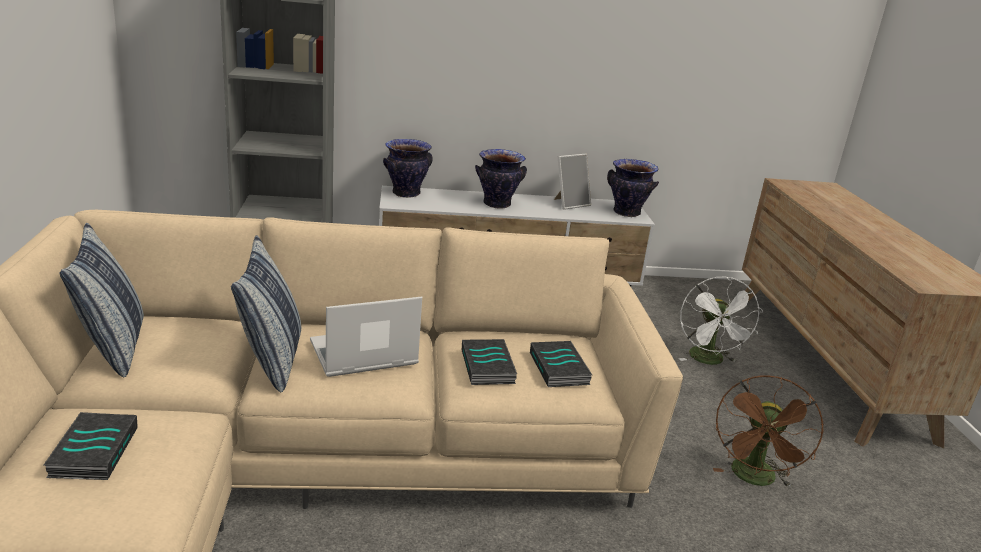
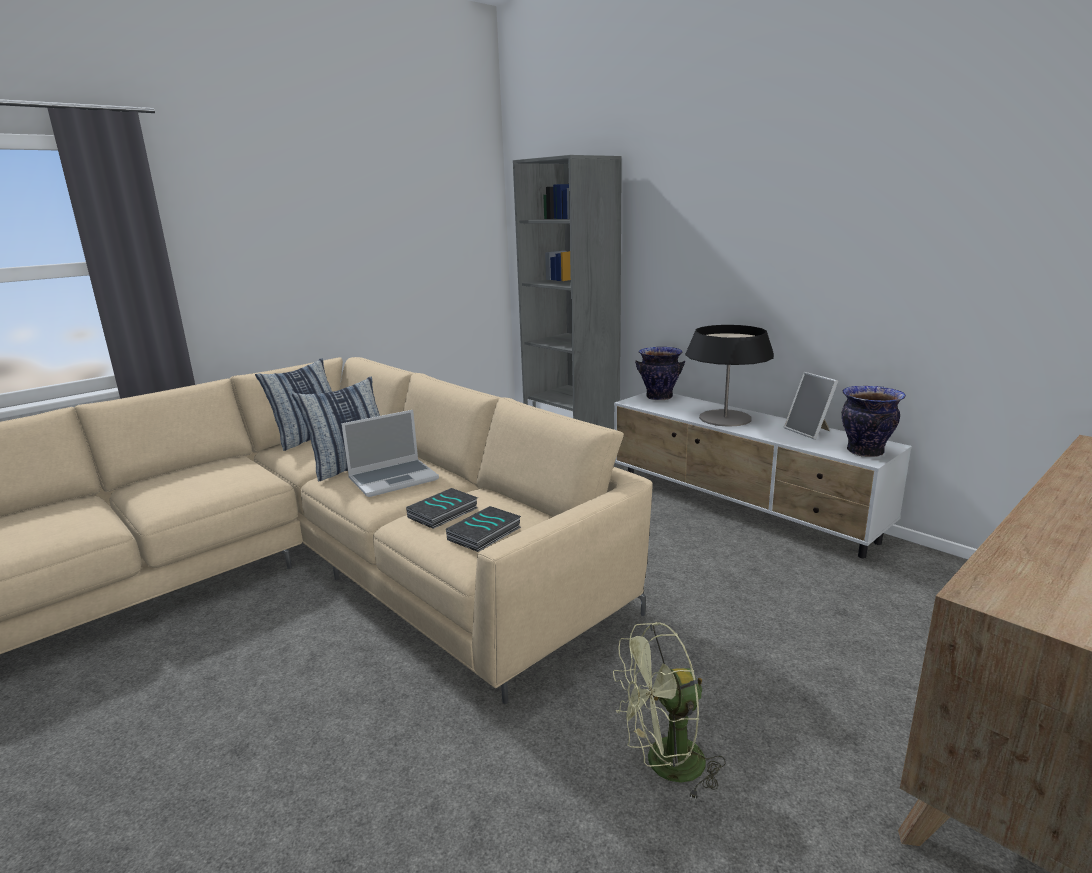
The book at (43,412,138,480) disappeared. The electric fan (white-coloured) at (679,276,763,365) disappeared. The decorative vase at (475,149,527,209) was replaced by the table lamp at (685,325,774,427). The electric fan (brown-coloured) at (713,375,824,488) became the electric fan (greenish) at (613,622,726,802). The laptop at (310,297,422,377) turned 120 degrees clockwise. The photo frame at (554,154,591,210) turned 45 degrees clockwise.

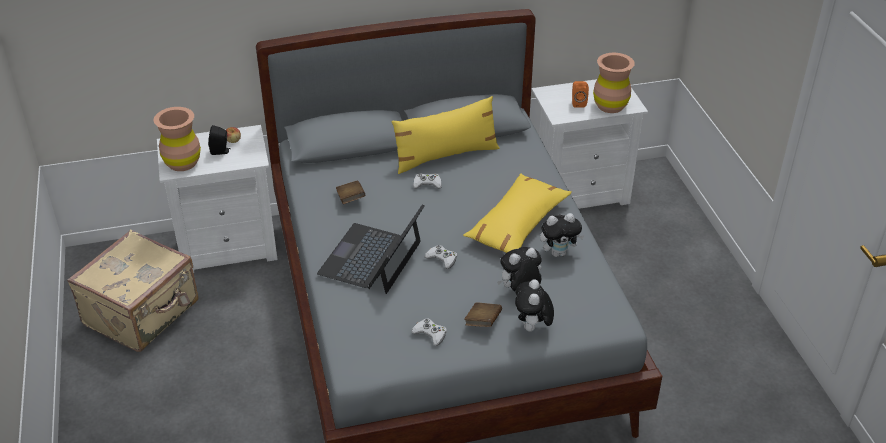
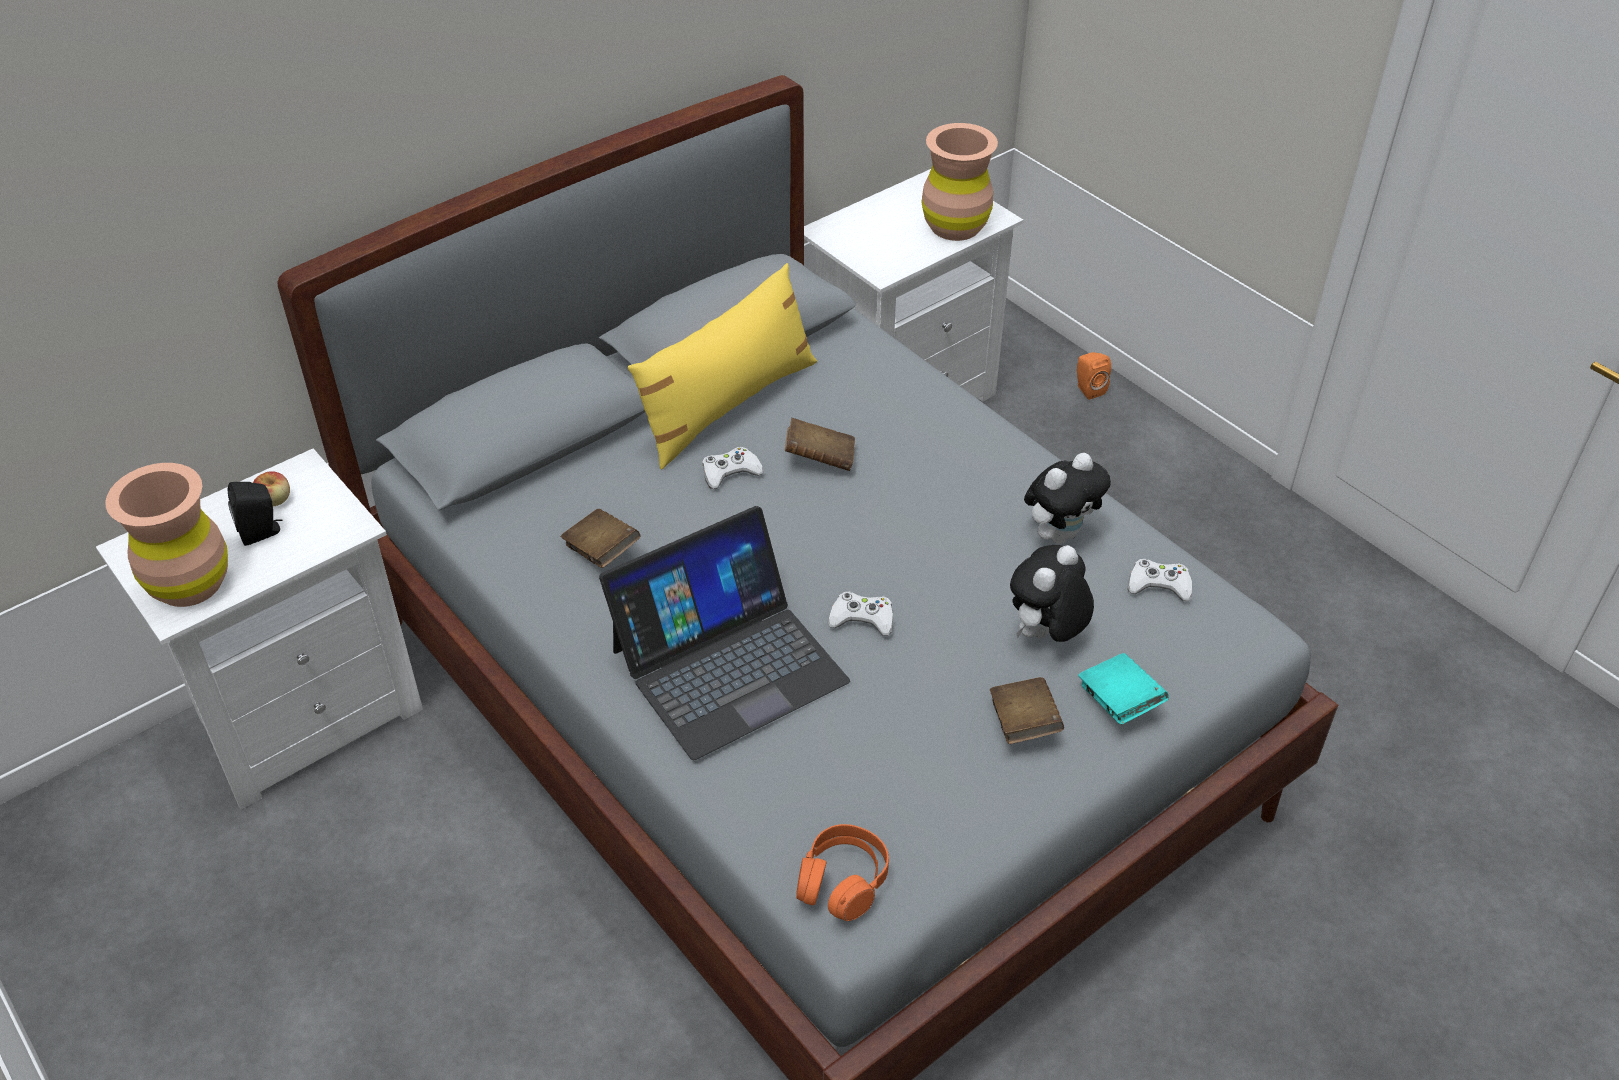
The suitcase (beige-coloured) at (67,230,199,352) disappeared. The throw pillow (yellowish) at (463,173,572,253) disappeared. The book (brown-coloured) at (785,418,855,471) appeared. The headphones (orangey) at (796,824,889,921) appeared. The game controller (white-coloured) moved from (412,318,447,346) to (1128,559,1192,601). The audio speaker (orangey) moved from (572,81,589,108) to (1077,352,1111,400). The plush toy at (515,279,554,332) was replaced by the book (turquoise-coloured) at (1078,653,1169,725). The laptop at (317,204,424,294) turned 120 degrees counterclockwise.

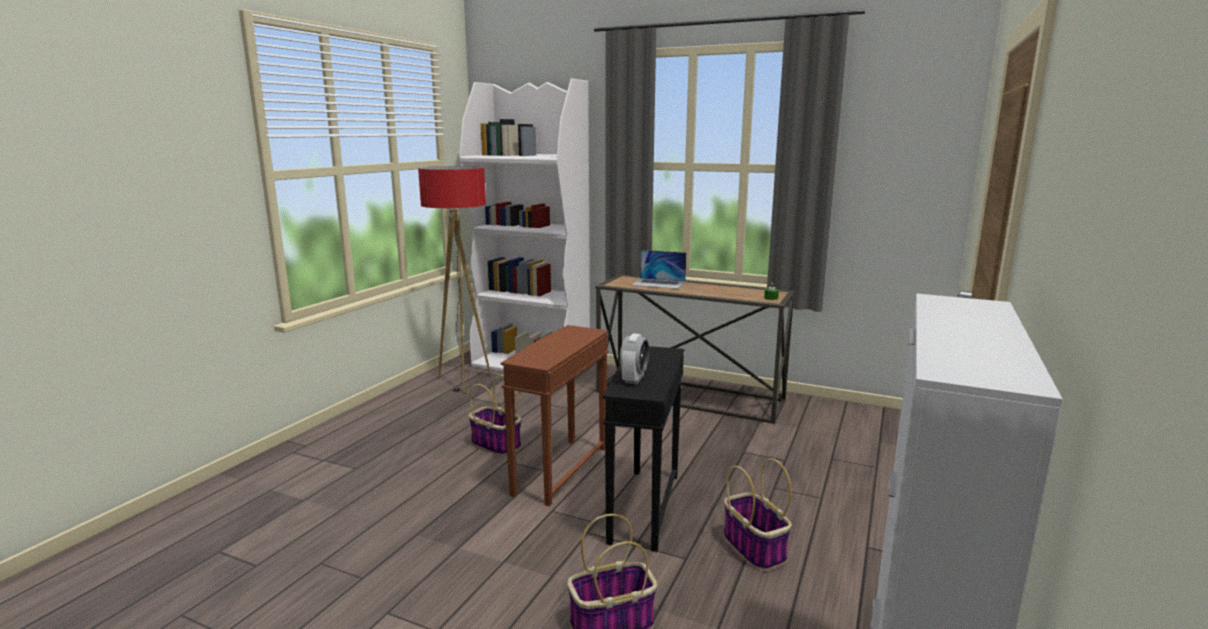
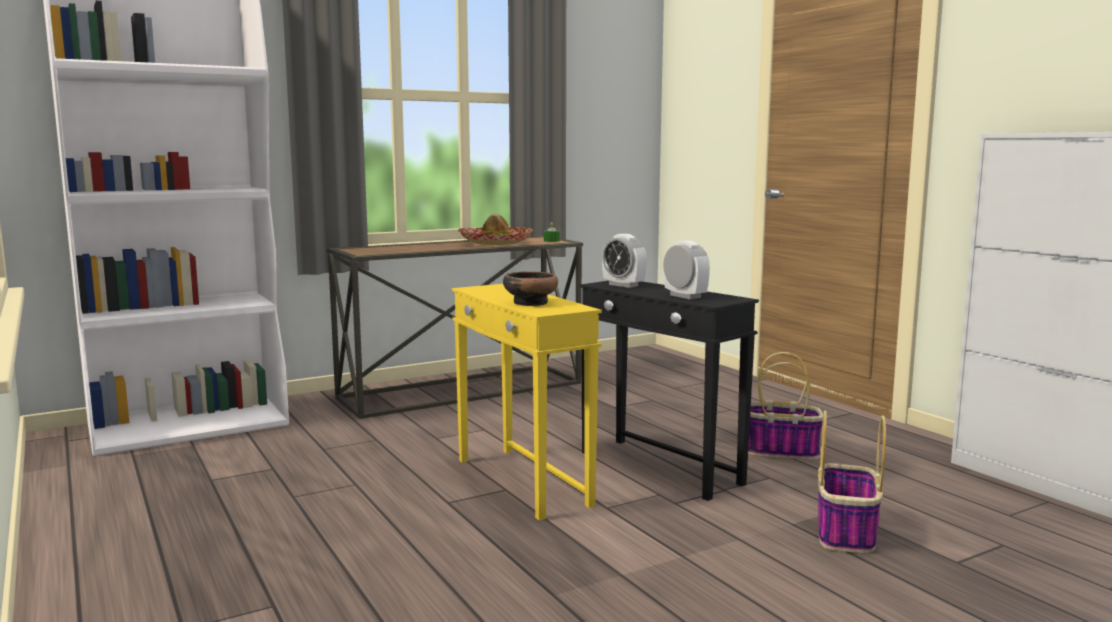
The standing lamp at (418,166,491,394) disappeared. The storage basket at (468,375,521,456) disappeared. The laptop at (632,250,686,289) disappeared. The wearable hat at (458,214,533,245) appeared. The bowl at (503,271,558,306) appeared. The bedside clock at (602,234,647,288) appeared. The side table (brown-coloured) at (501,325,609,506) became the side table (yellowish) at (452,284,602,520).

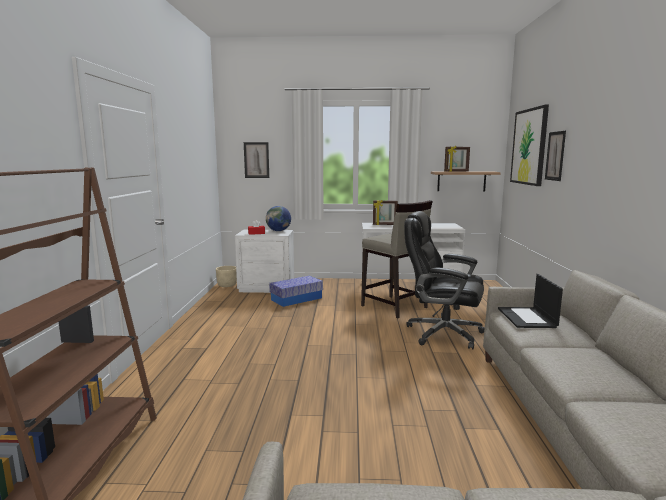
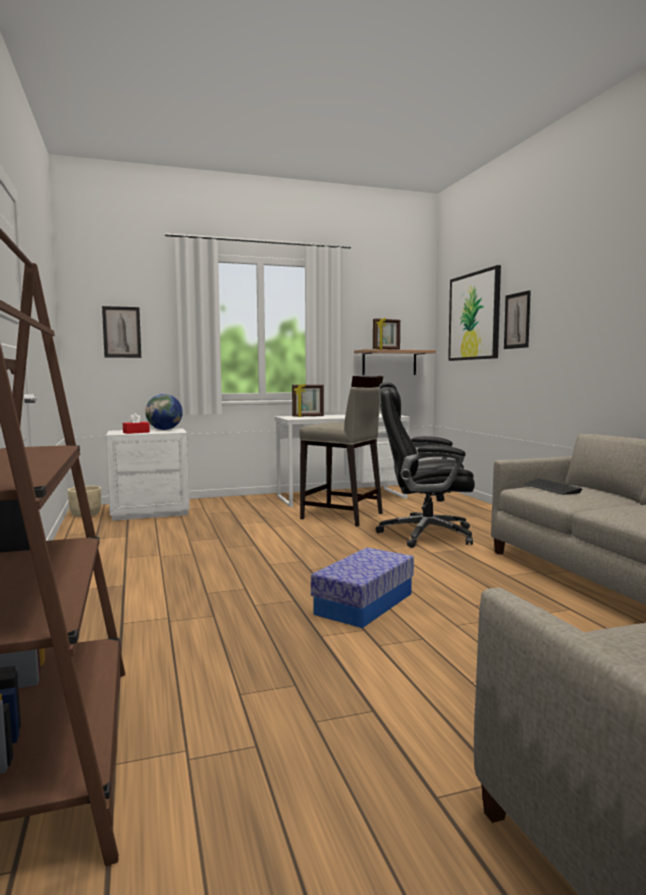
The storage container moved from (269,276,323,307) to (311,548,414,628). The laptop at (498,274,563,328) was replaced by the computer keyboard at (523,478,582,495).

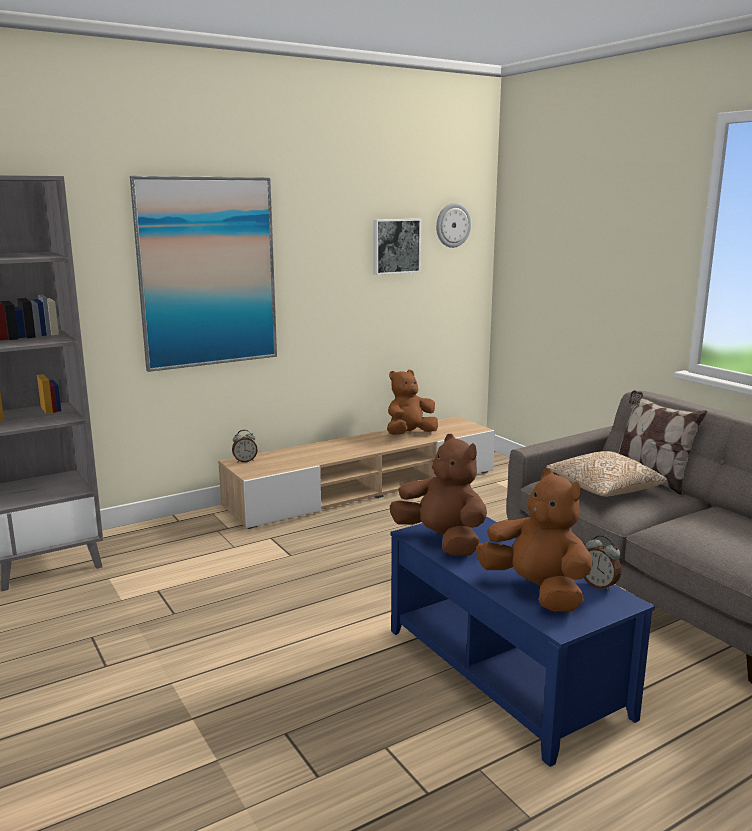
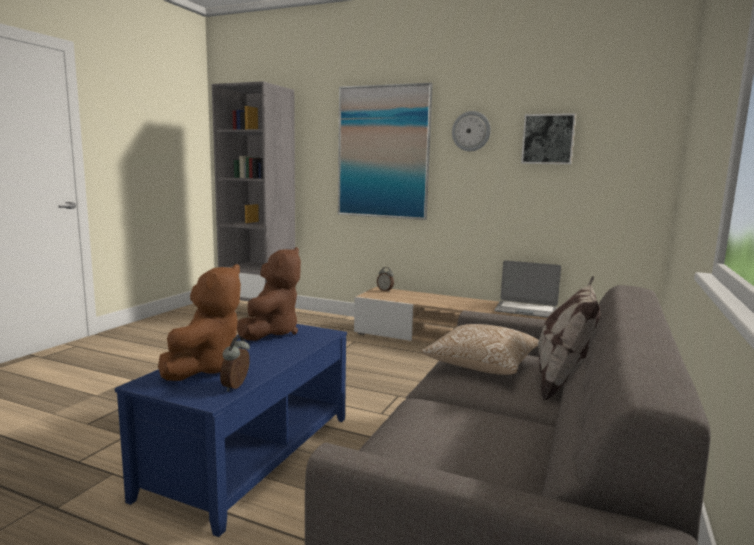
The clock on the wall moved from (436,203,471,248) to (452,111,491,151). The plush toy (brown-coloured) at (387,370,438,435) was replaced by the laptop at (494,260,561,318).

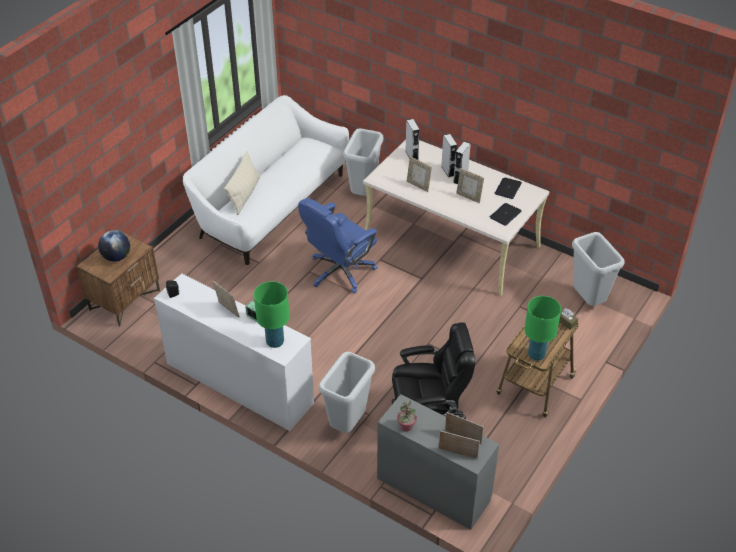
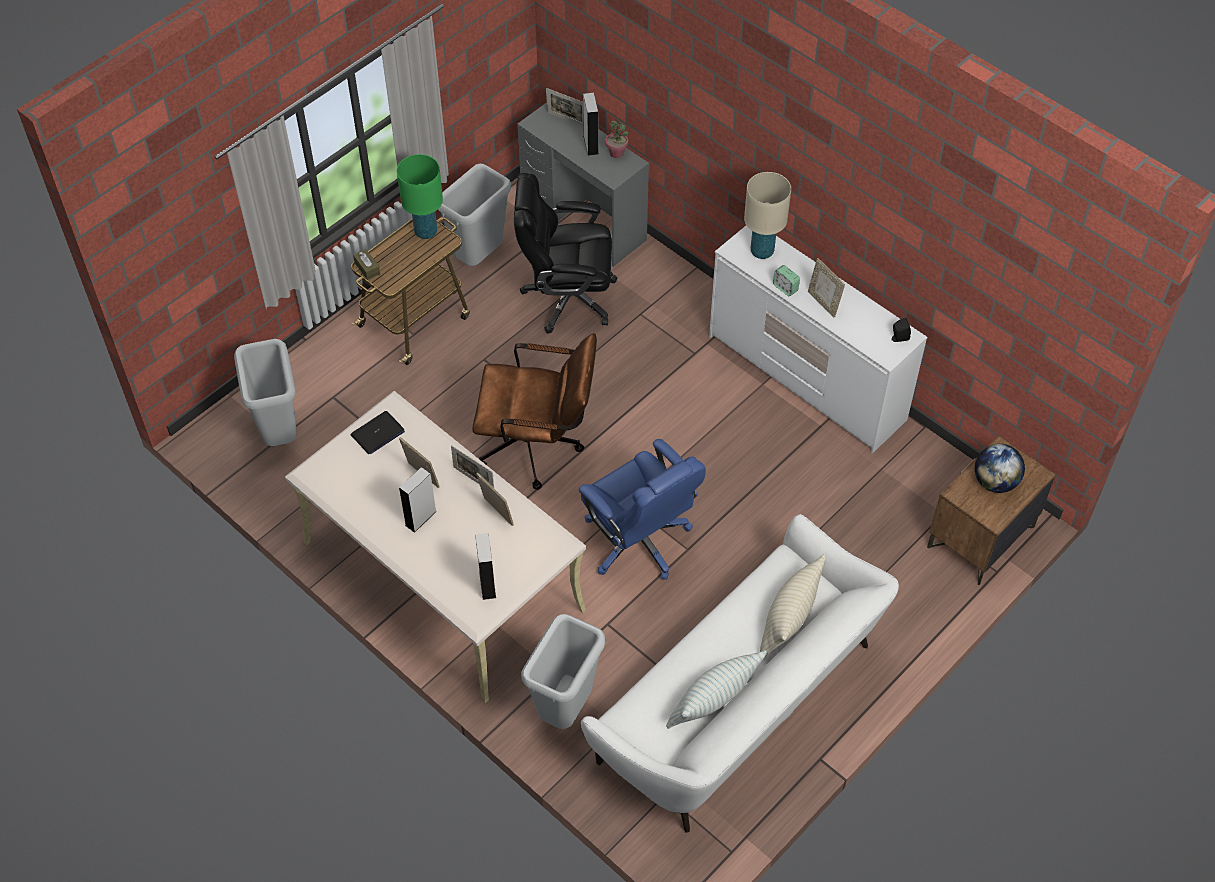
The laptop at (495,177,521,199) disappeared. The computer chair (brown-coloured) at (472,333,597,490) appeared. The throw pillow at (666,650,767,729) appeared. The trash can (grey) moved from (319,352,375,433) to (438,164,511,266). The audio speaker (grey) moved from (441,134,457,178) to (583,93,599,156). The photo frame moved from (445,412,484,445) to (451,445,494,488). The table lamp (greenish) at (254,281,289,348) became the table lamp (beige-coloured) at (744,172,791,259). The computer chair (bluish) at (298,198,378,293) turned 90 degrees clockwise.

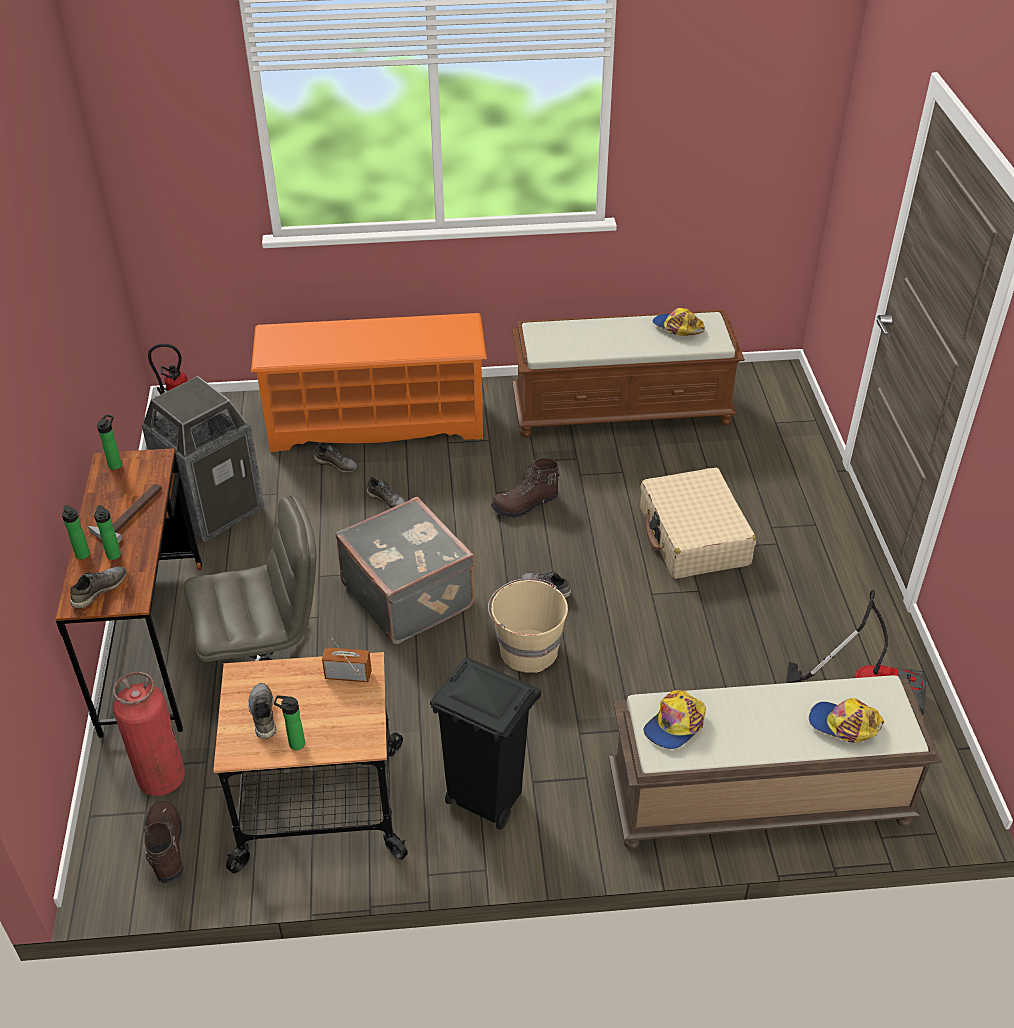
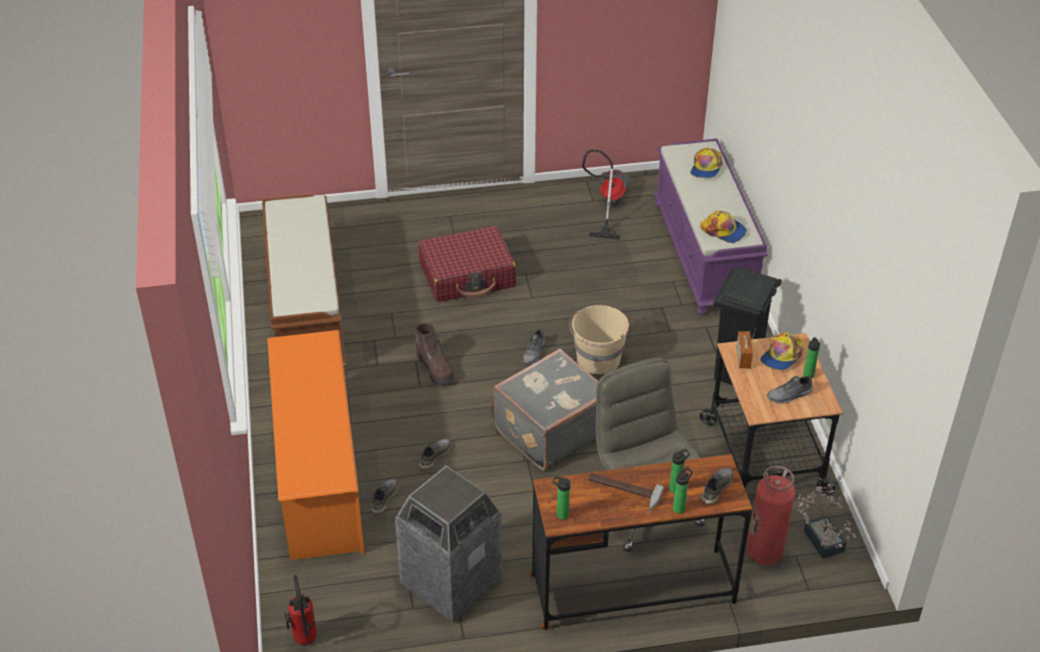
The baseball cap moved from (653,308,705,336) to (761,332,803,370). The high-top boot (brown-coloured) at (144,801,183,883) was replaced by the potted plant at (798,484,856,559). The bench (brown-coloured) at (609,675,942,849) became the bench (purple-coloured) at (653,139,768,315). The suitcase (beige-coloured) at (640,468,756,579) became the suitcase (reddish) at (418,226,516,302). The shoe (grey) at (70,566,127,609) turned 90 degrees clockwise.

